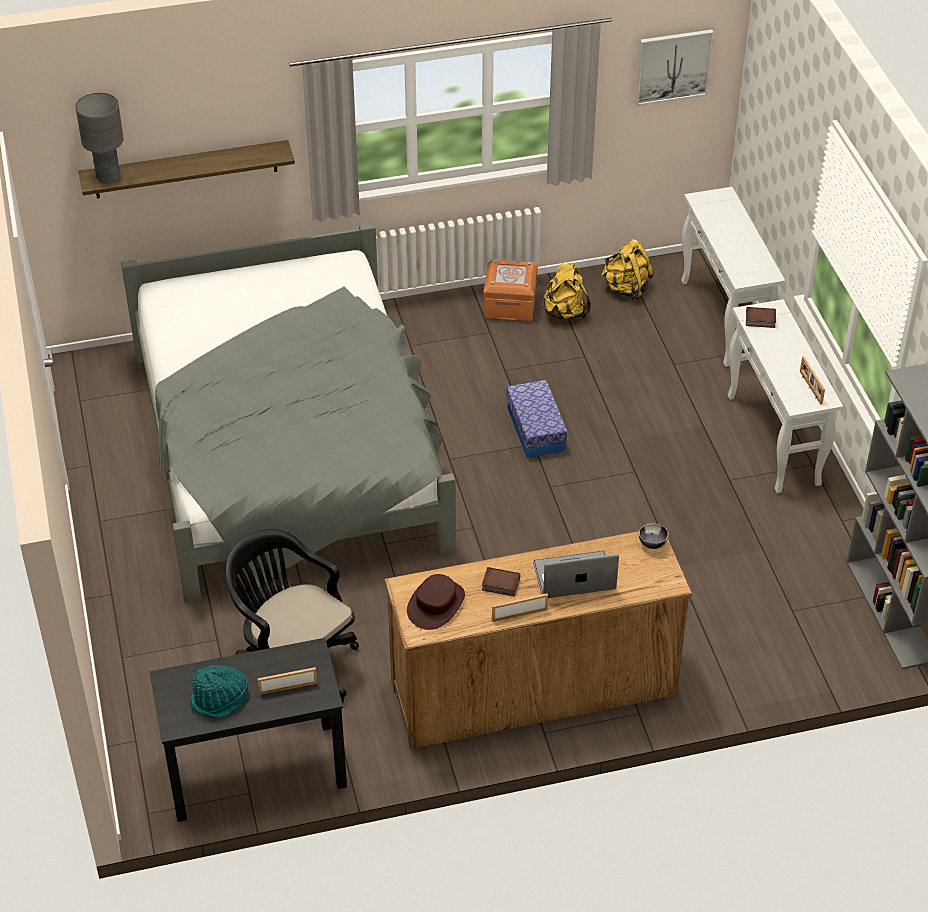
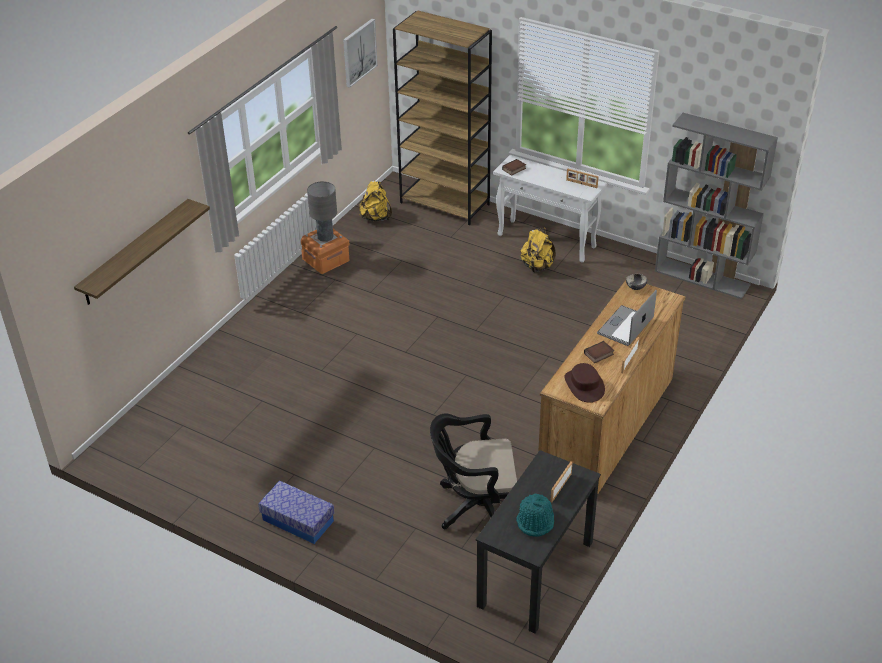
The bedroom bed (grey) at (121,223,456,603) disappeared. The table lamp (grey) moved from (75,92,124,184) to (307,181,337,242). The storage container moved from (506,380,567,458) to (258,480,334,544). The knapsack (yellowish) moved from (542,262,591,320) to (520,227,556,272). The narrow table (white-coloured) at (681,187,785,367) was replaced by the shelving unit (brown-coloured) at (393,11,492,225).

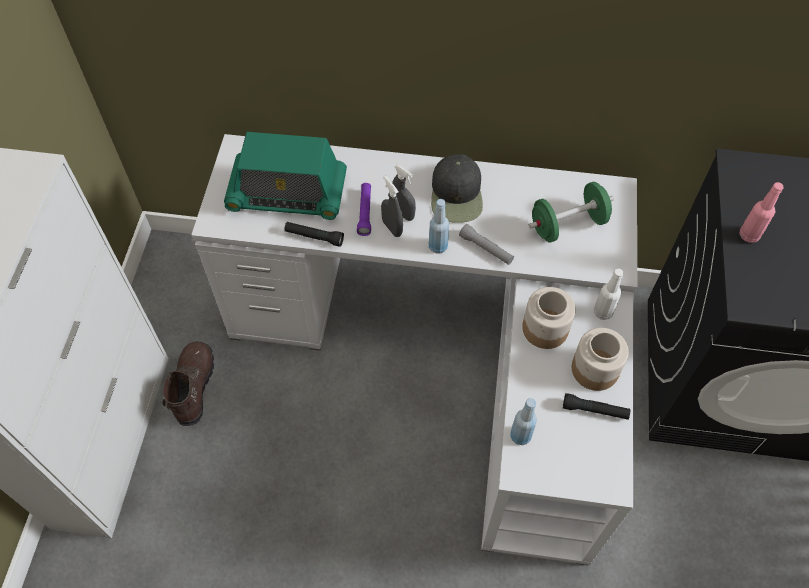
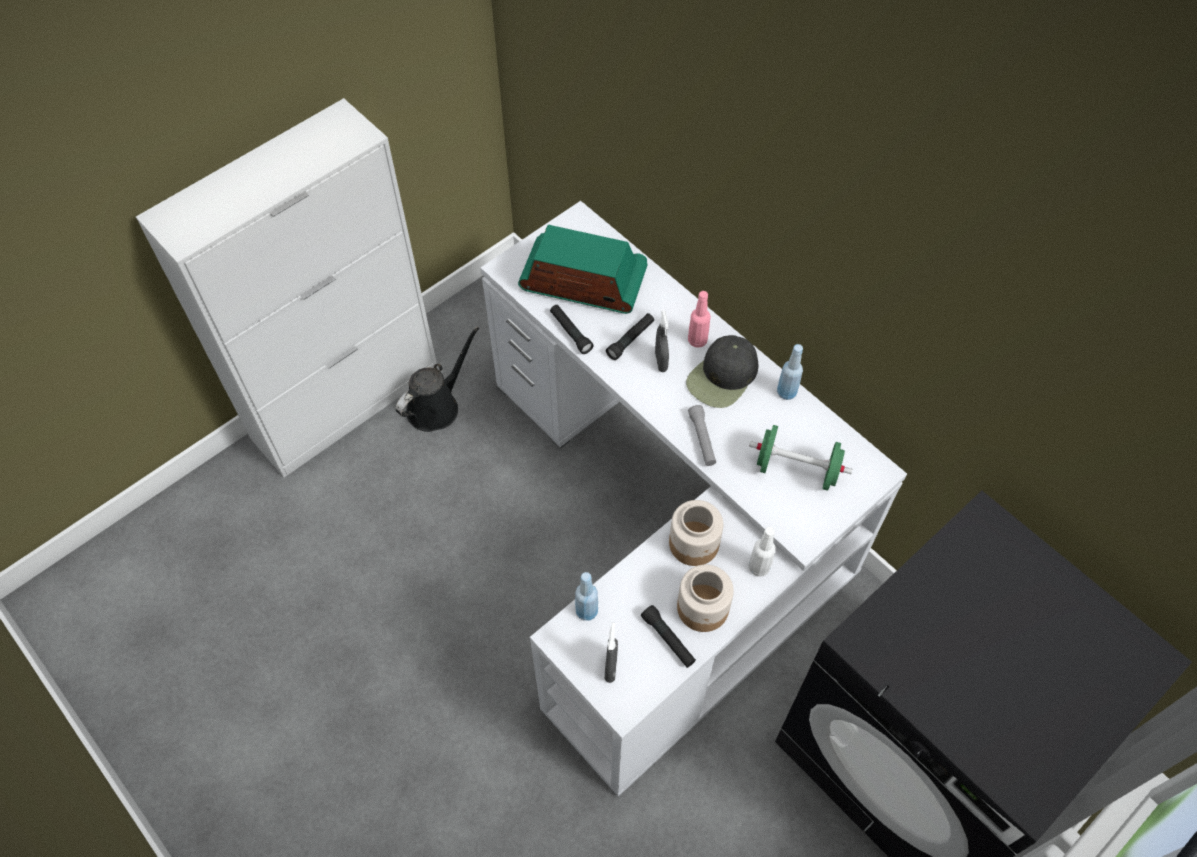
The spray bottle (grey) moved from (381,176,403,237) to (605,622,618,683). The beverage bottle (bluish) moved from (429,199,449,254) to (777,344,803,400). The beverage bottle (pinkish) moved from (739,182,784,243) to (688,291,711,348). The high-top boot (brown-coloured) at (162,342,214,426) was replaced by the watering pot (blackish) at (395,326,479,432). The flashlight (purple-coloured) at (357,183,371,236) became the flashlight (blackish) at (606,313,654,360). The radio receiver at (224,132,347,220) turned 150 degrees clockwise.

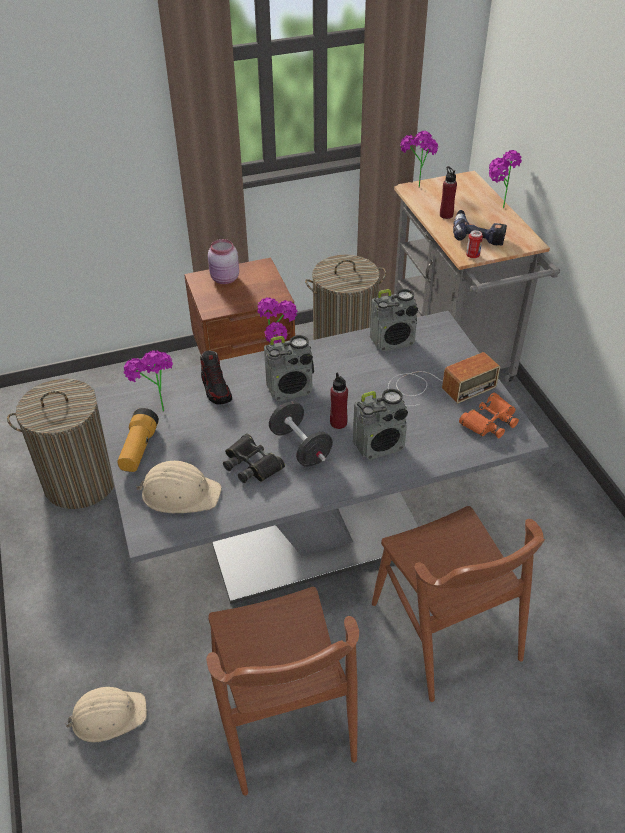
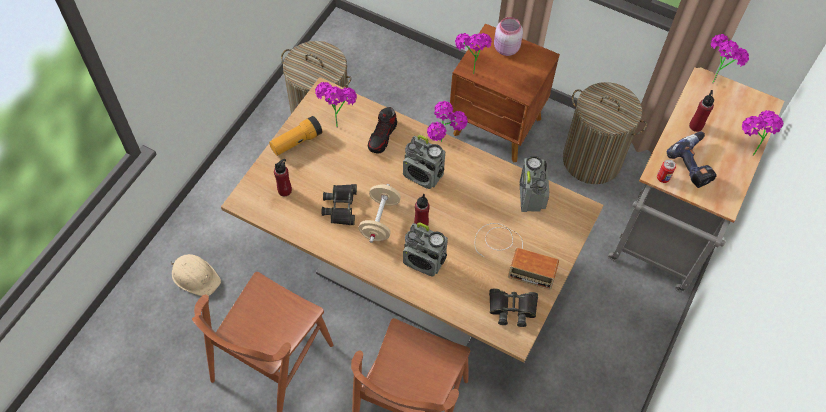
The potted plant at (455,33,492,74) appeared. The safety helmet (beige-coloured) at (136,461,221,513) was replaced by the beverage bottle (reddish) at (274,159,292,196). The dinner table (grey) at (94,311,549,604) became the dinner table (brown-coloured) at (221,77,603,363). The dumbbell (blackish) at (269,401,333,467) became the dumbbell (beige-coloured) at (358,184,401,243). The pair of binoculars (orangey) at (459,393,519,438) became the pair of binoculars (blackish) at (489,288,538,327). The radio receiver at (370,289,418,351) turned 120 degrees counterclockwise.

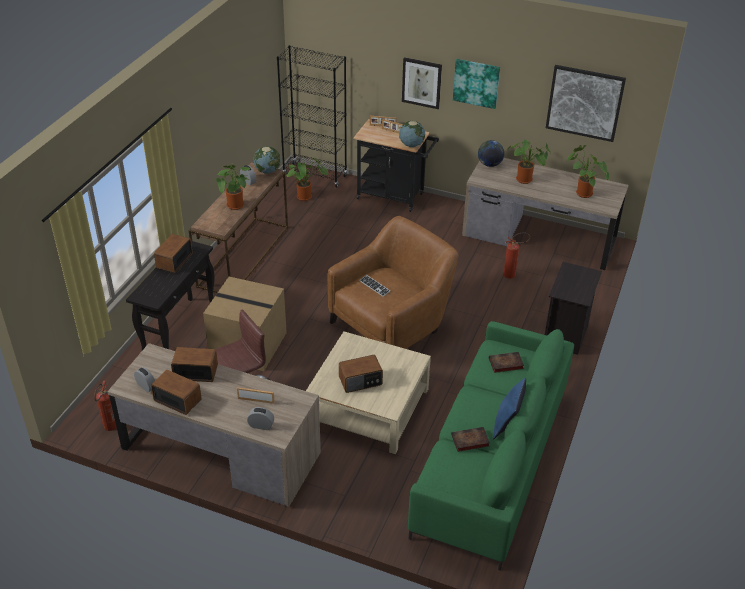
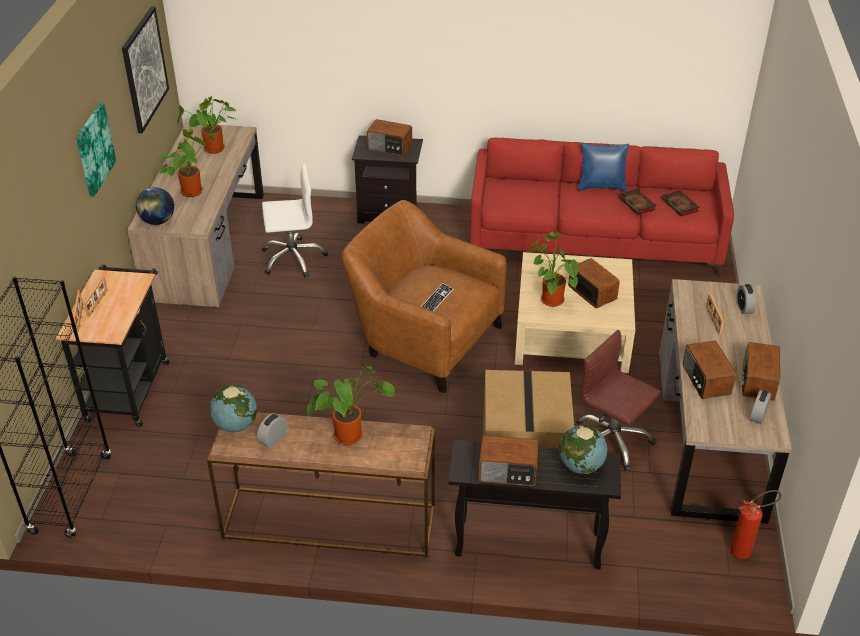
The picture at (402,57,442,109) disappeared. The radio receiver at (367,119,412,156) appeared. The potted plant moved from (285,157,328,201) to (527,232,580,307). The world globe moved from (399,121,425,147) to (559,425,607,474). The book moved from (489,352,524,373) to (662,190,700,216). The extinguisher at (503,232,530,279) was replaced by the computer chair (white-coloured) at (262,164,328,277). The couch (greenish) at (408,321,574,571) became the couch (reddish) at (470,138,734,277).

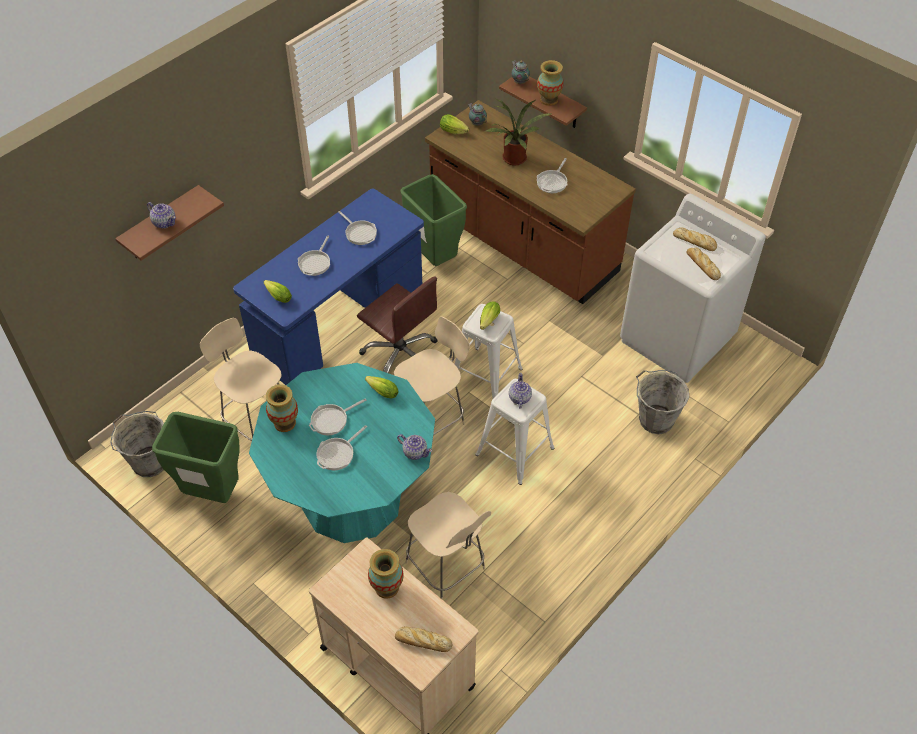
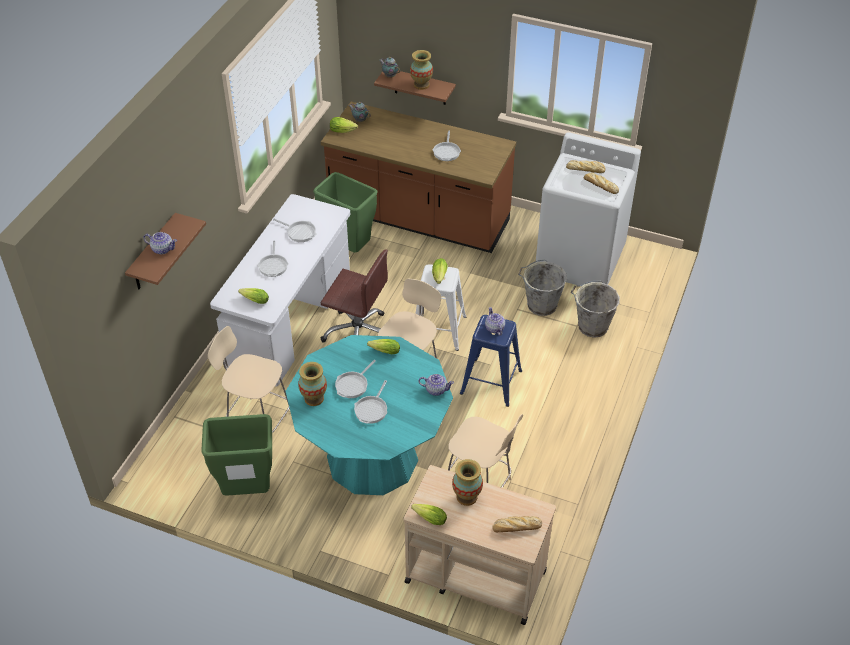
The potted plant at (486,99,551,166) disappeared. The head of lettuce at (411,504,447,525) appeared. The pail (grey) moved from (110,411,164,477) to (518,260,567,316). The desk table (bluish) at (233,188,424,385) became the desk table (white-coloured) at (210,194,350,387). The stool (white-coloured) at (476,379,554,485) became the stool (bluish) at (460,315,522,407).

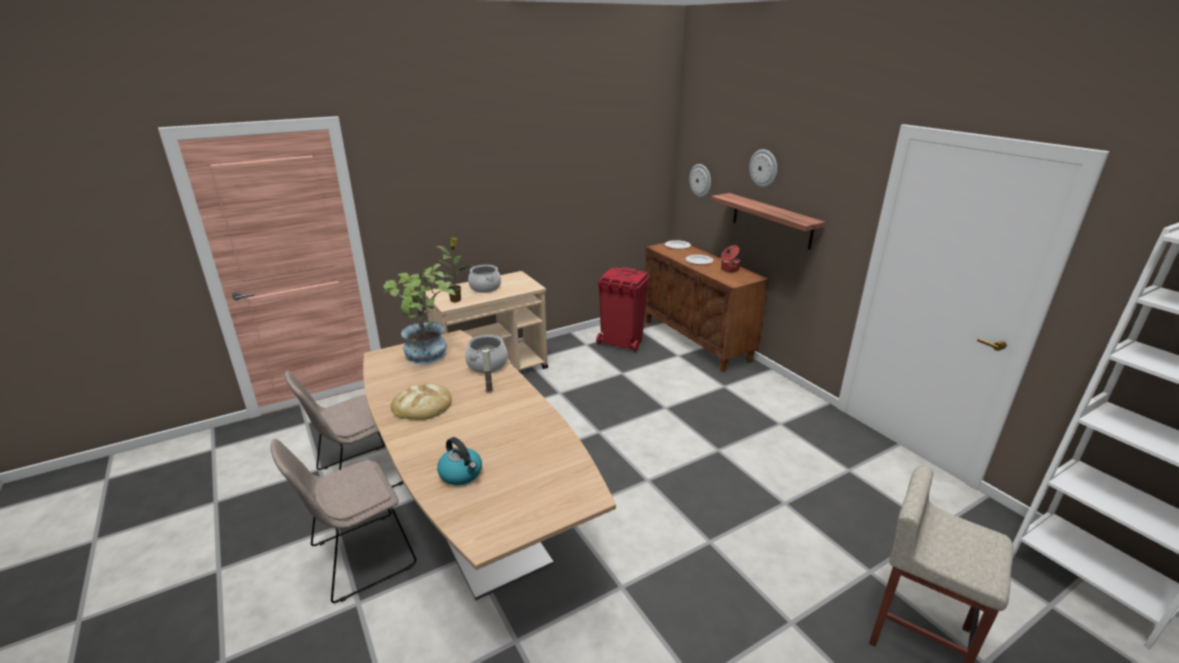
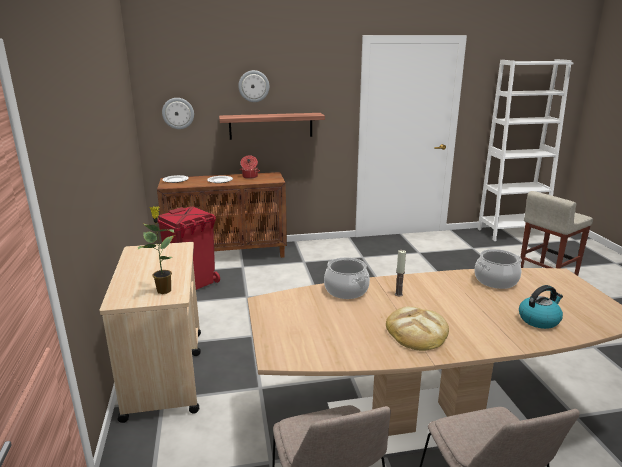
The potted plant at (383,264,455,365) disappeared. The cooking pot moved from (468,265,501,293) to (474,249,522,289).

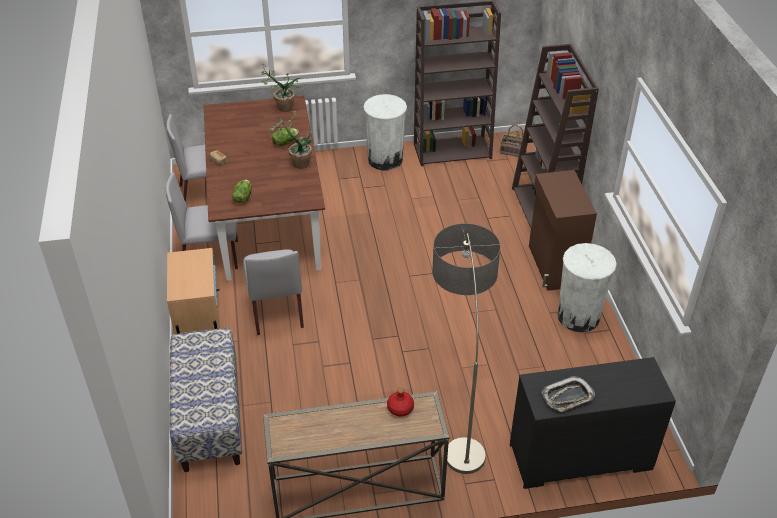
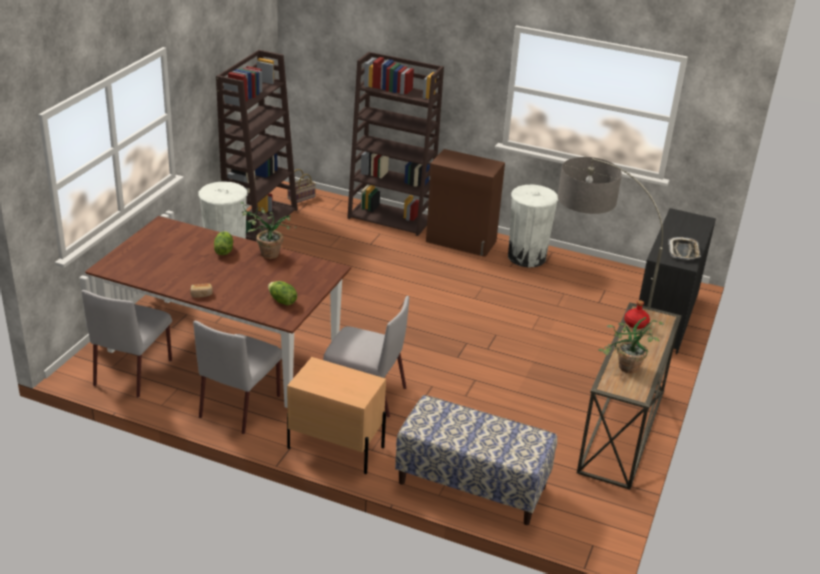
The potted plant moved from (261,63,304,112) to (598,317,664,374).

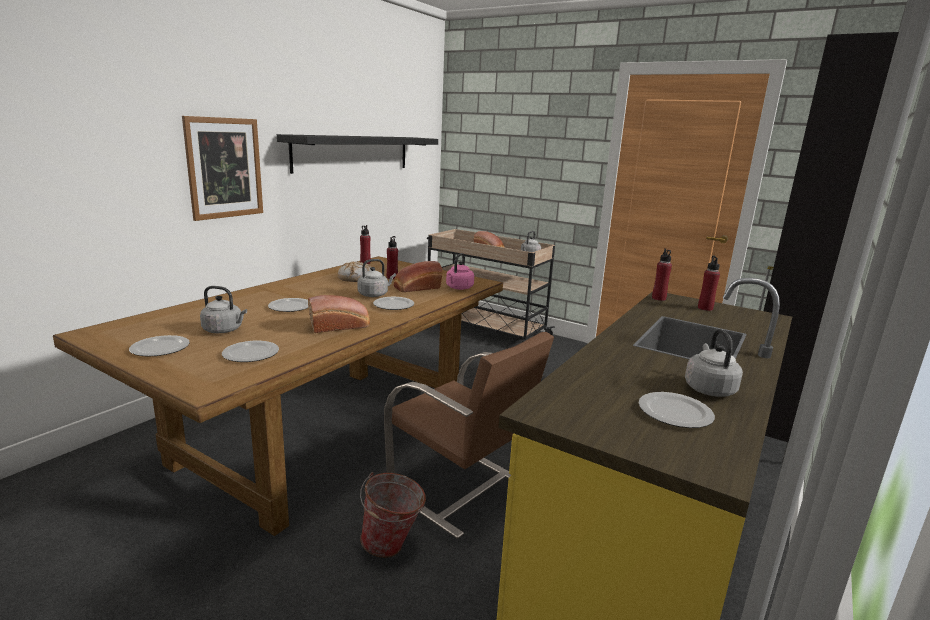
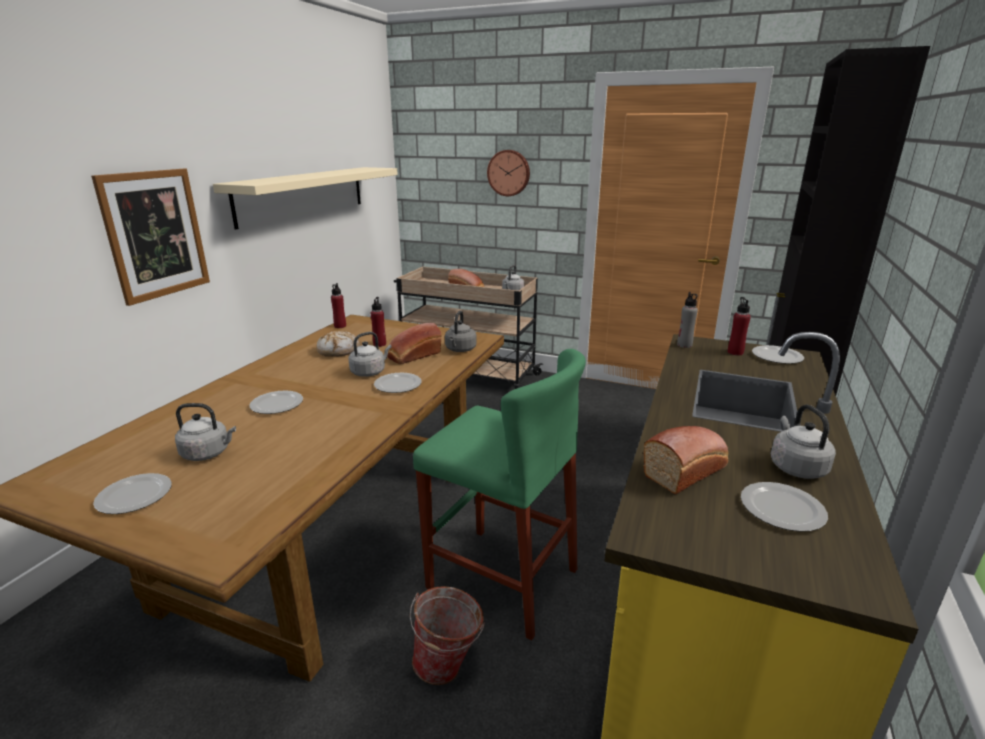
The clock on the wall at (487,150,530,196) appeared. The plate moved from (222,341,279,362) to (752,345,804,364). The bread moved from (308,295,370,333) to (643,426,728,494). The chair (brown-coloured) at (384,332,554,539) was replaced by the stool (greenish) at (413,349,586,641). The shelf (blackish) at (277,134,438,174) became the shelf (beige-coloured) at (213,167,398,230). The tea kettle (pinkish) at (446,253,474,290) became the tea kettle (grey) at (445,311,477,352). The beverage bottle (reddish) at (652,248,672,301) became the beverage bottle (grey) at (677,292,698,348).

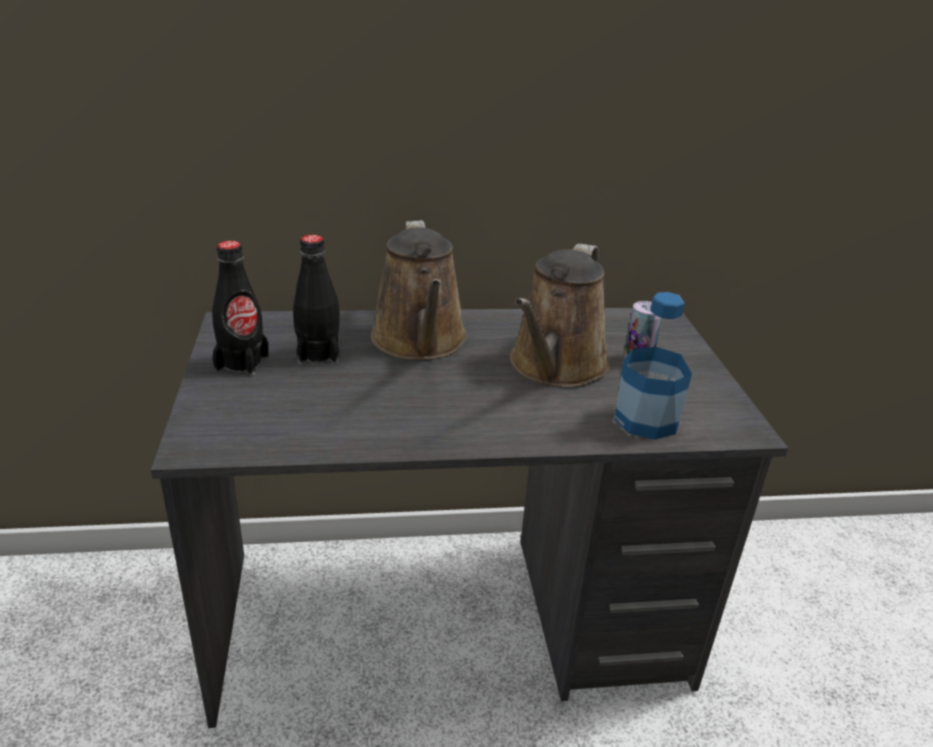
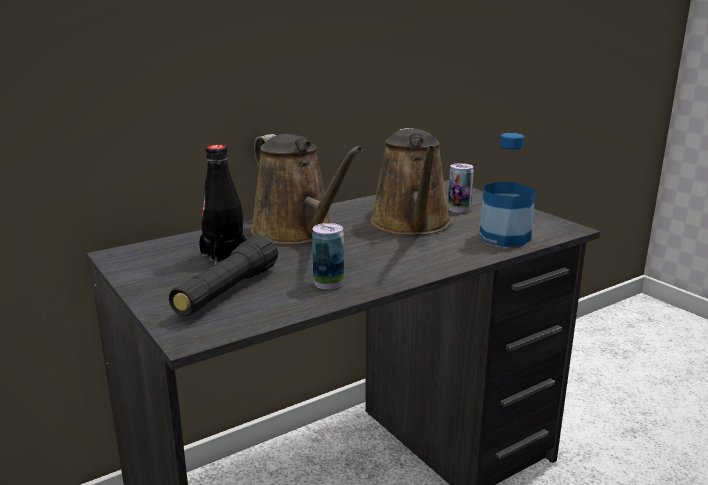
The beverage bottle (blackish) at (212,241,269,376) disappeared. The flashlight (blackish) at (169,235,278,316) appeared. The metal can at (312,223,344,289) appeared.

